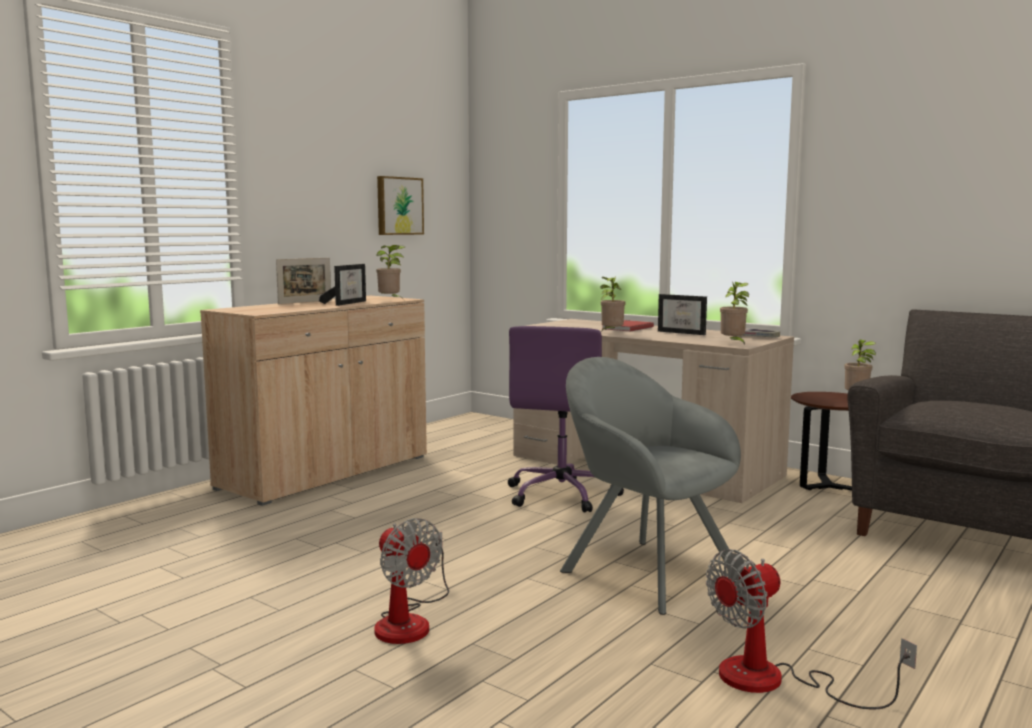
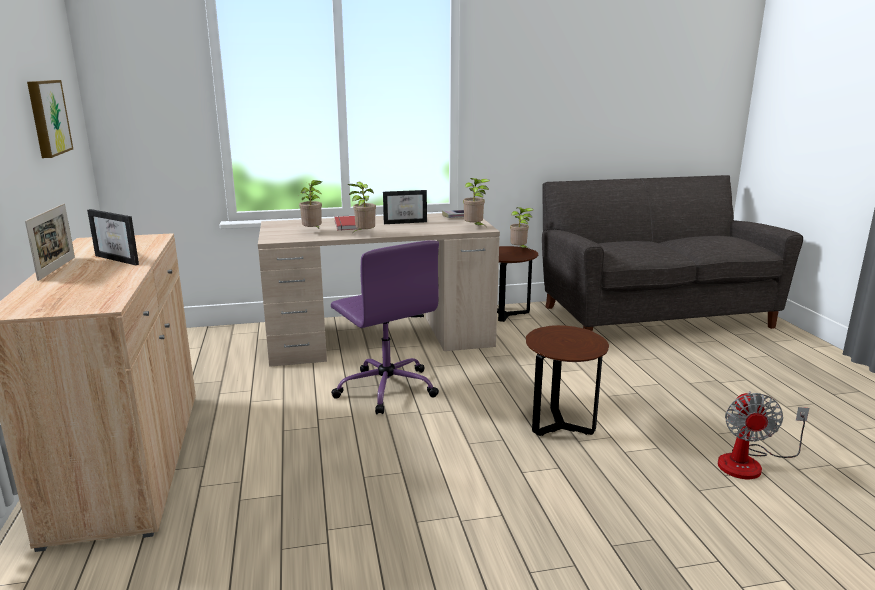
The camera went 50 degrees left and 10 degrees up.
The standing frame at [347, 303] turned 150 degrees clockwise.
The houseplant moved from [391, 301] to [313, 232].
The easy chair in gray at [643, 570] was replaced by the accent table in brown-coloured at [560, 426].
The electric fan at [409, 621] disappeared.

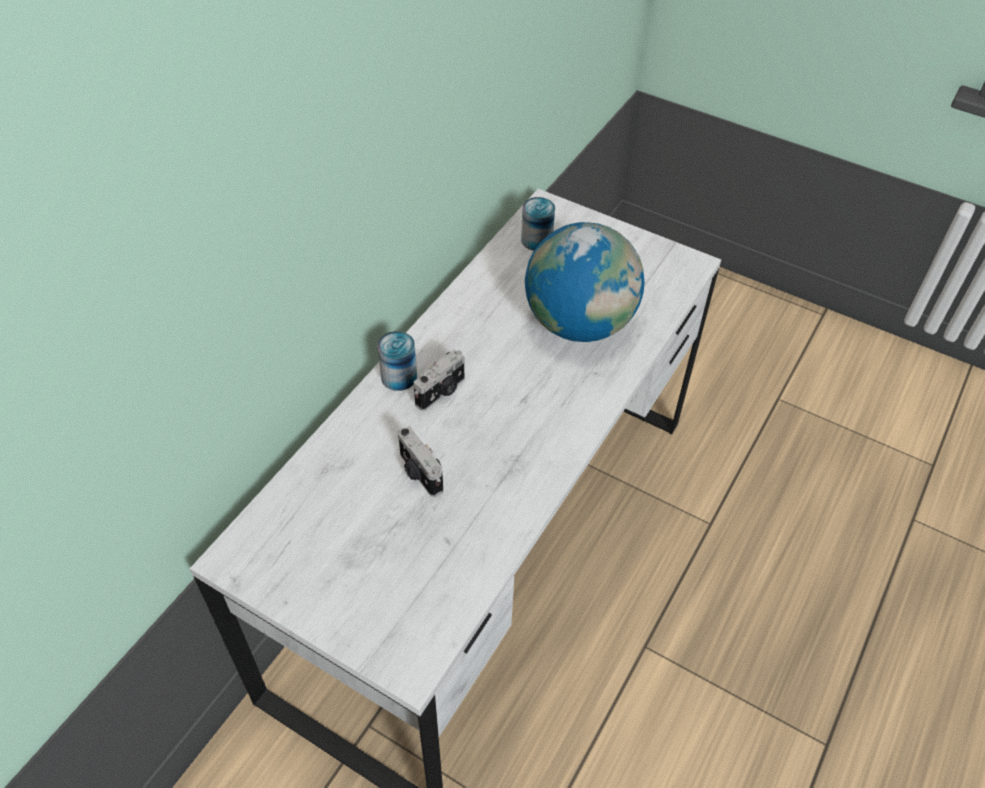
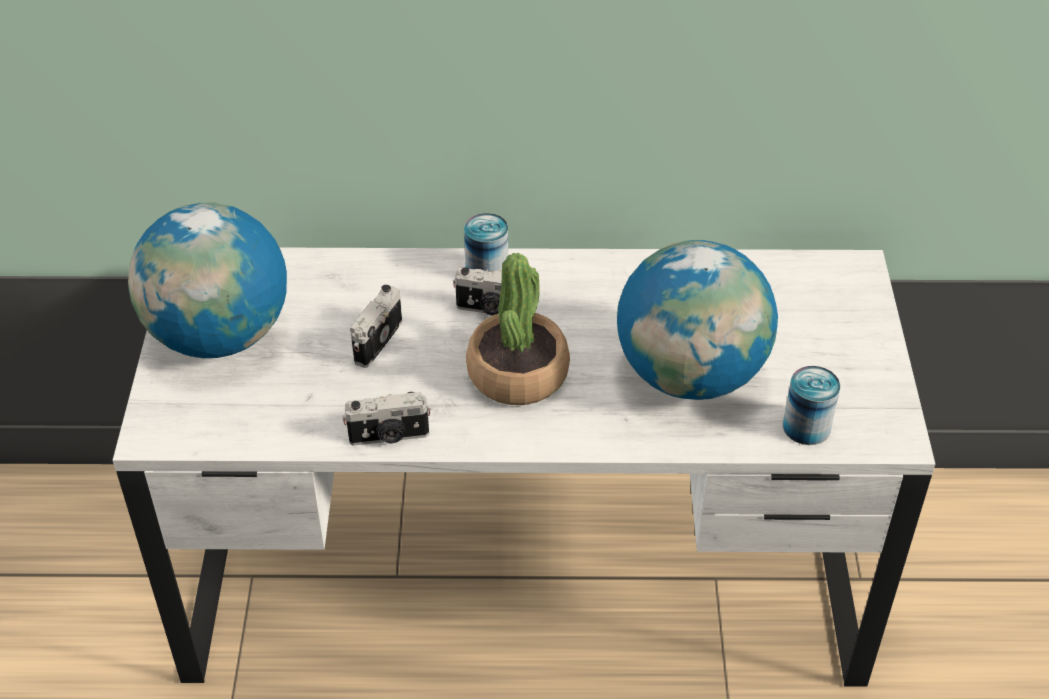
The camera went 60 degrees right and 5 degrees down.
The globe at [219, 336] appeared.
The still camera at [389, 437] appeared.
The houseplant at [518, 373] appeared.
The can moved from [536, 240] to [806, 427].

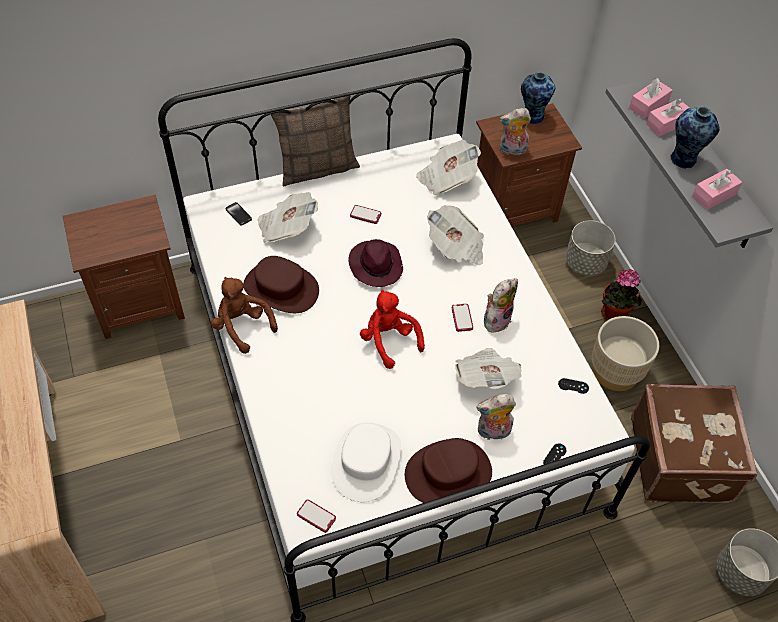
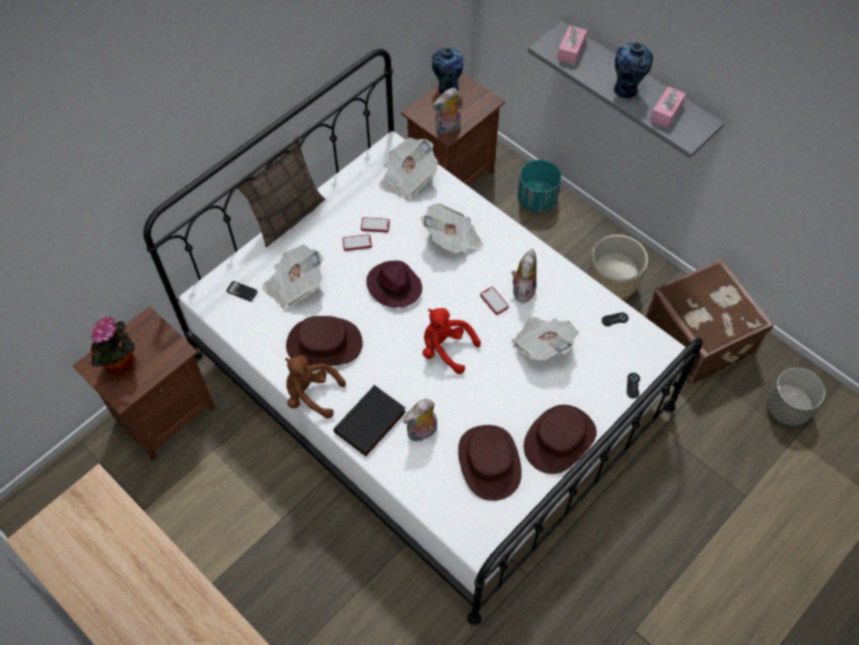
The camera went 25 degrees left and 5 degrees up.
The houseplant moved from [615, 315] to [122, 366].
The book in black-coloured at [371, 423] appeared.
The phone moved from [316, 516] to [375, 225].
The soft toy moved from [493, 432] to [422, 433].
The clothing hat in whitish at [366, 461] became the clothing hat in brown-coloured at [489, 462].
The plant pot in gray at [585, 263] became the plant pot in turquoise-coloured at [537, 199].
The tissue holder in pinkish at [667, 123] disappeared.

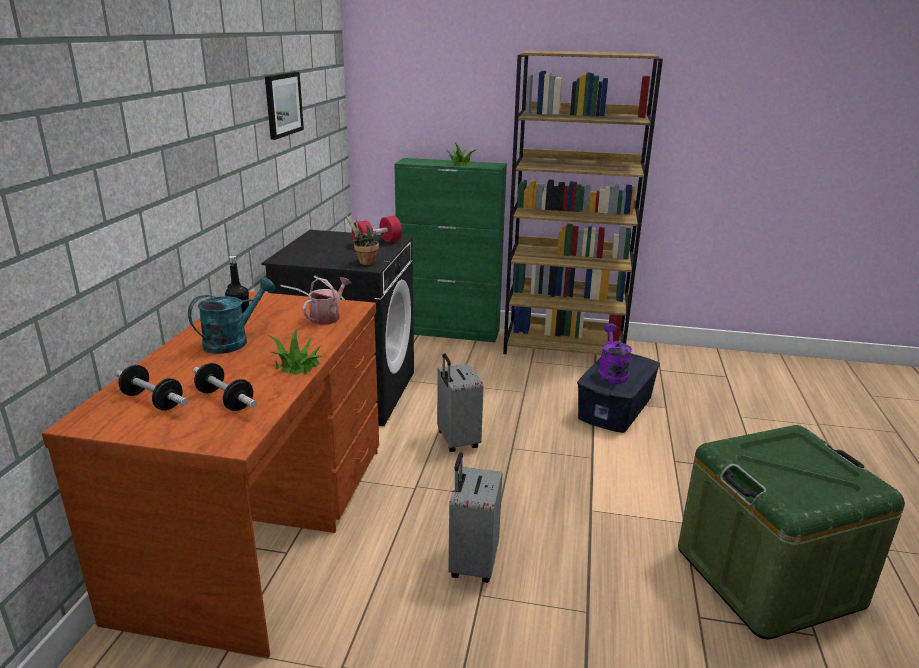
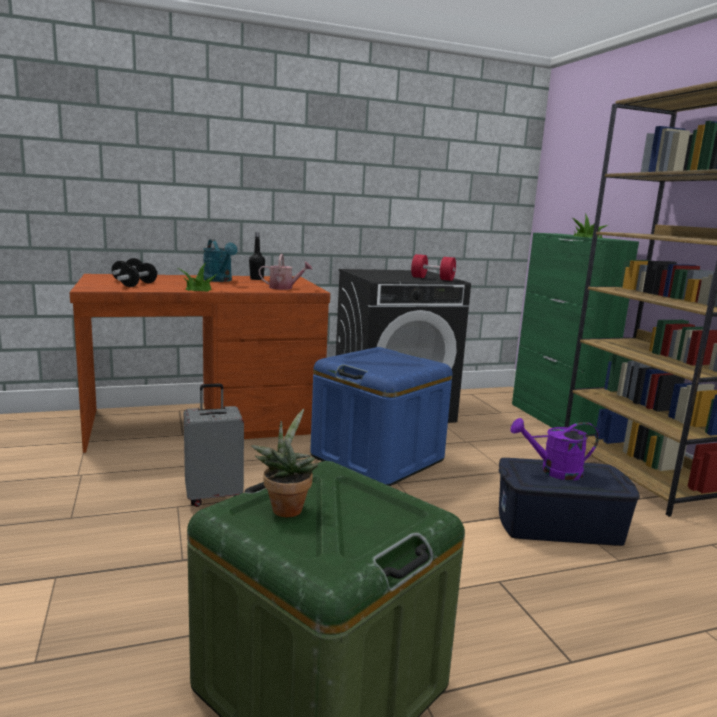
The camera went 60 degrees right and 10 degrees down.
The watering pot in turquoise-coloured at [233, 341] turned 45 degrees clockwise.
The houseplant moved from [364, 262] to [286, 507].
The piece of luggage in gray at [457, 441] was replaced by the storage box in bluish at [377, 458].
The watering pot in purple-coloured at [611, 373] turned 150 degrees counterclockwise.
The wall picture at [283, 104] disappeared.

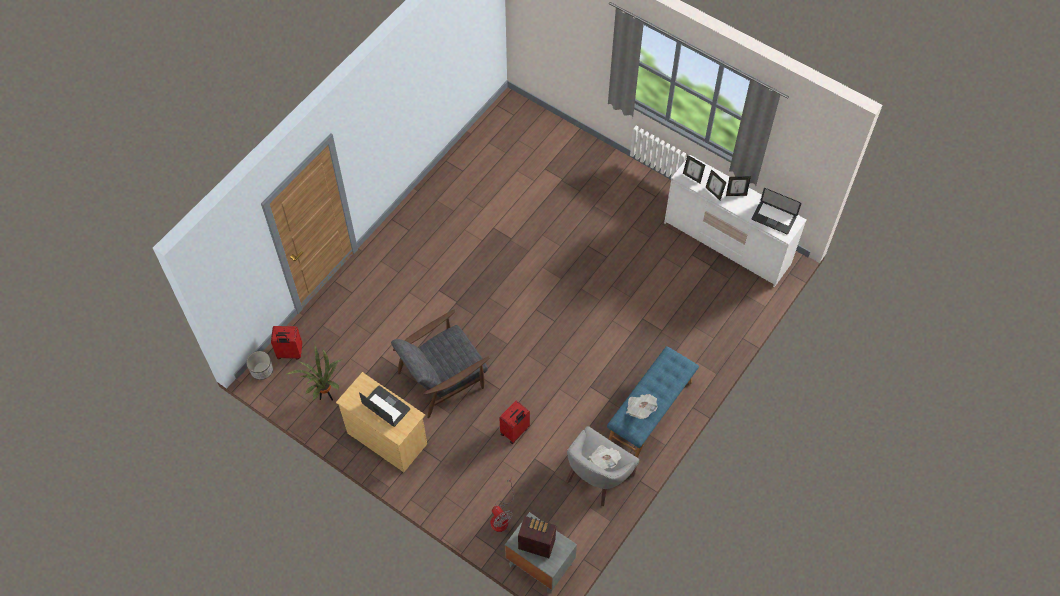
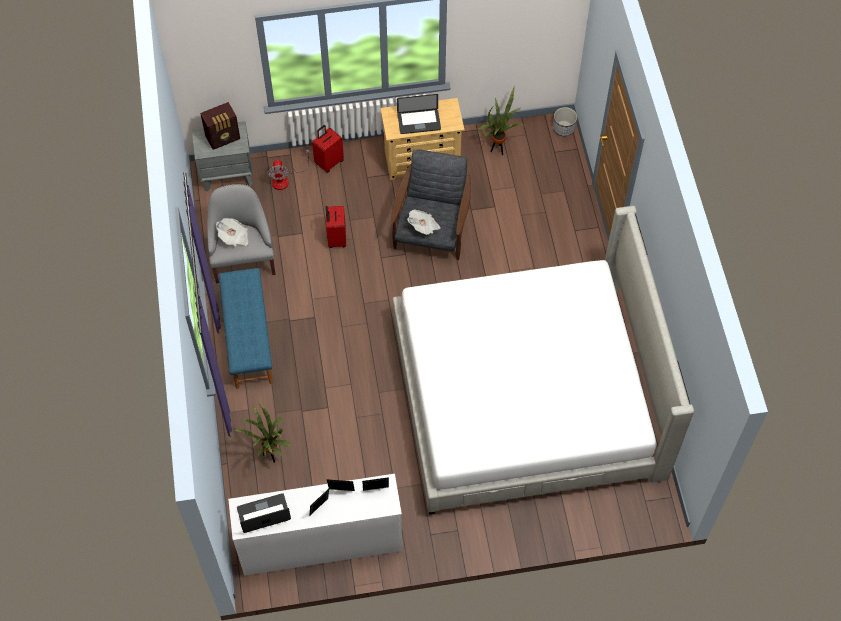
The camera went 135 degrees right and 0 degrees up.
The houseplant at [271, 456] appeared.
The electric fan at [501, 516] turned 105 degrees counterclockwise.
The piece of luggage in reddish moved from [289, 353] to [329, 162].
The sleeping bed at [526, 397] appeared.
The daily paper moved from [640, 409] to [424, 227].

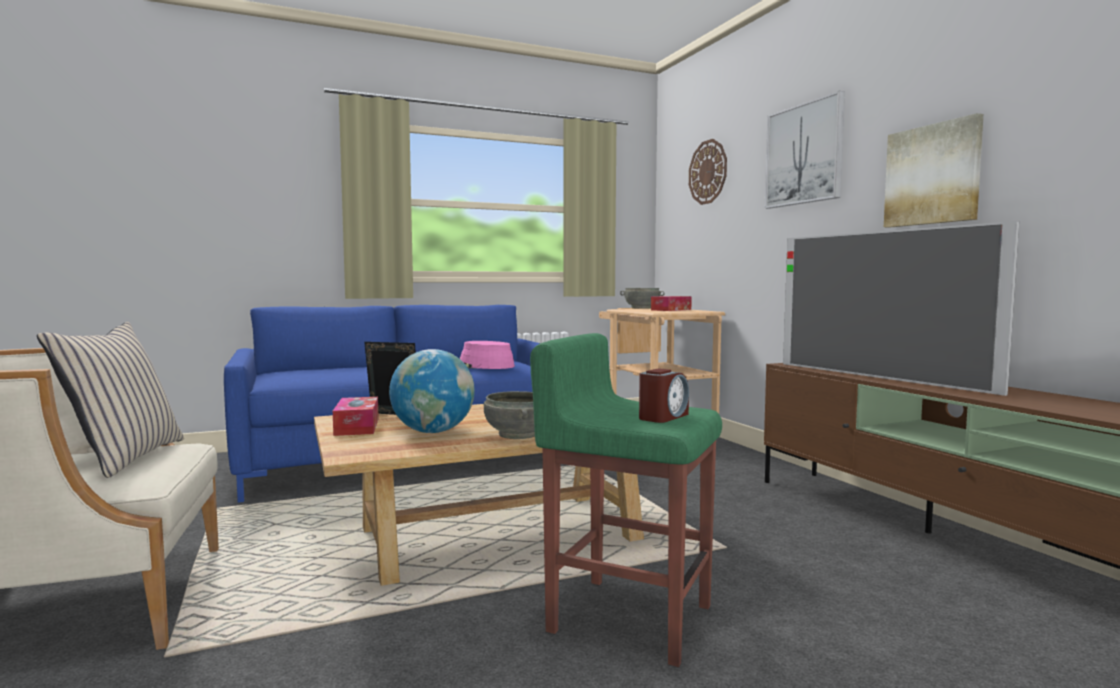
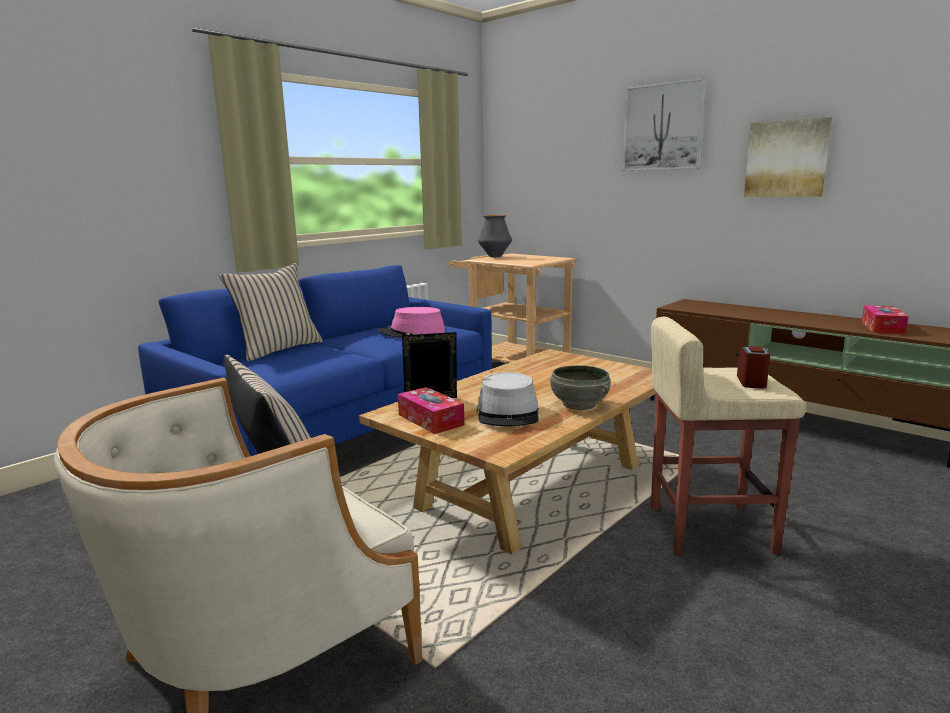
The camera went 25 degrees left and 10 degrees up.
The pillow in beige at [277, 349] appeared.
The globe at [433, 432] was replaced by the clothing hat in gray at [508, 413].
The serving bowl in gray at [641, 308] was replaced by the decorative vase at [494, 256].
The stool seat in green at [628, 617] became the stool seat in beige at [708, 528].
The tissue holder moved from [671, 310] to [882, 327].
The hanging clock at [708, 172] disappeared.
The TV set at [876, 377] disappeared.

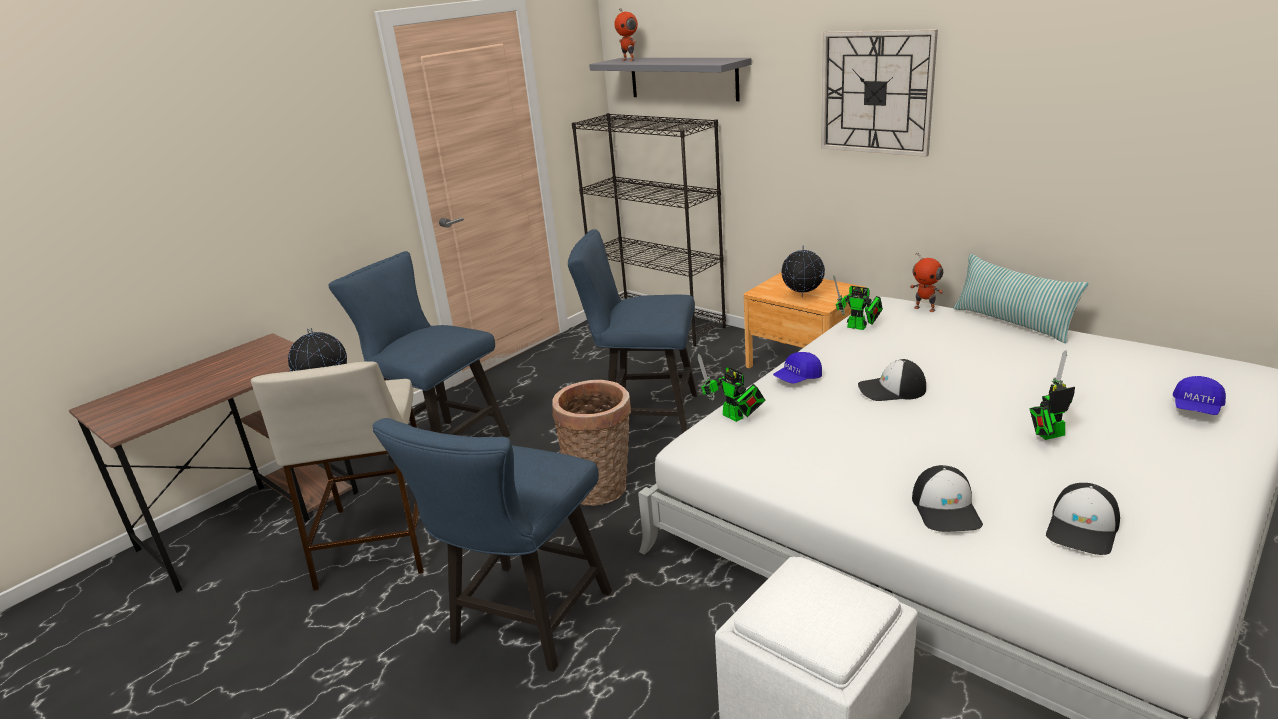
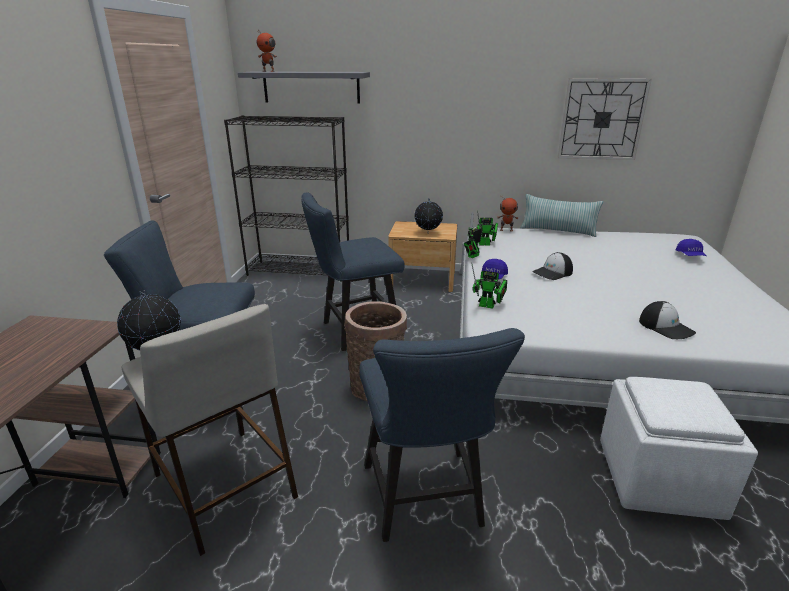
The camera went 35 degrees left and 0 degrees up.
The robot figure moved from [1048, 435] to [472, 256].
The hanging clock moved from [876, 92] to [602, 119].
The baseball cap at [1083, 529] disappeared.

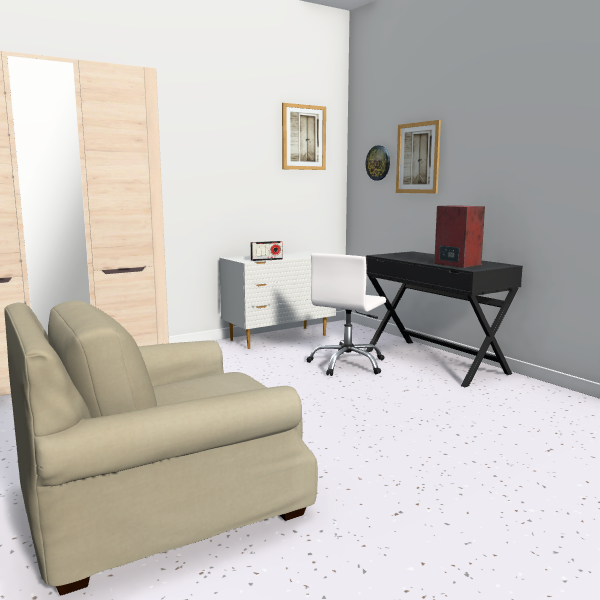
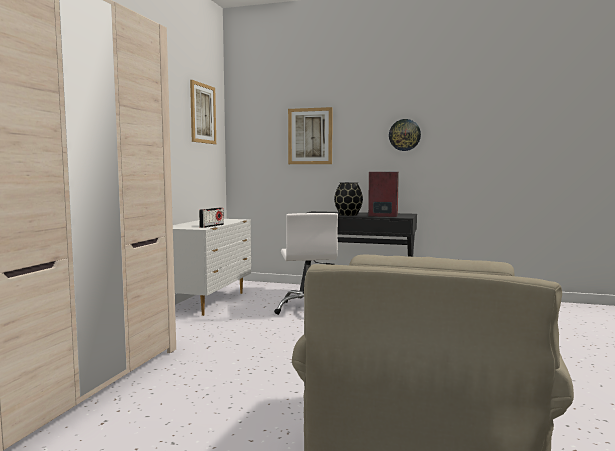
The camera went 40 degrees left and 5 degrees down.
The decorative vase in black-coloured at [348, 214] appeared.
The hanging clock moved from [378, 163] to [404, 135].

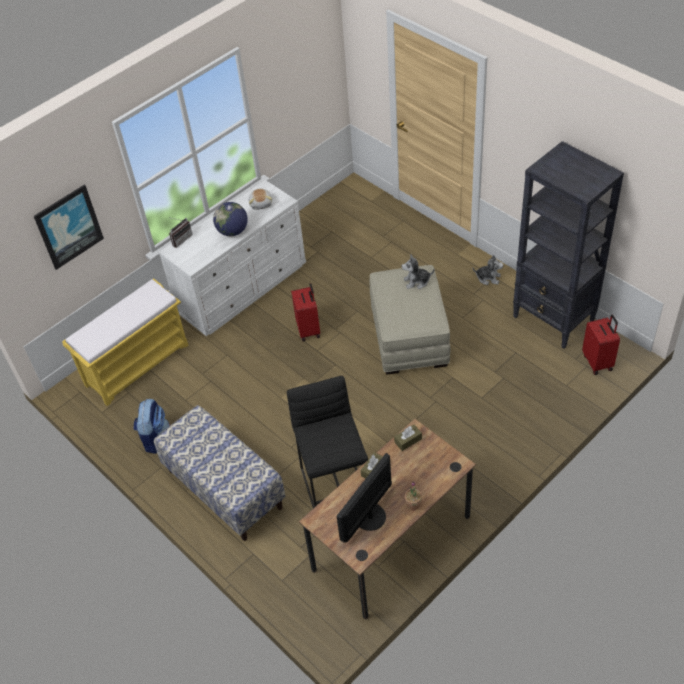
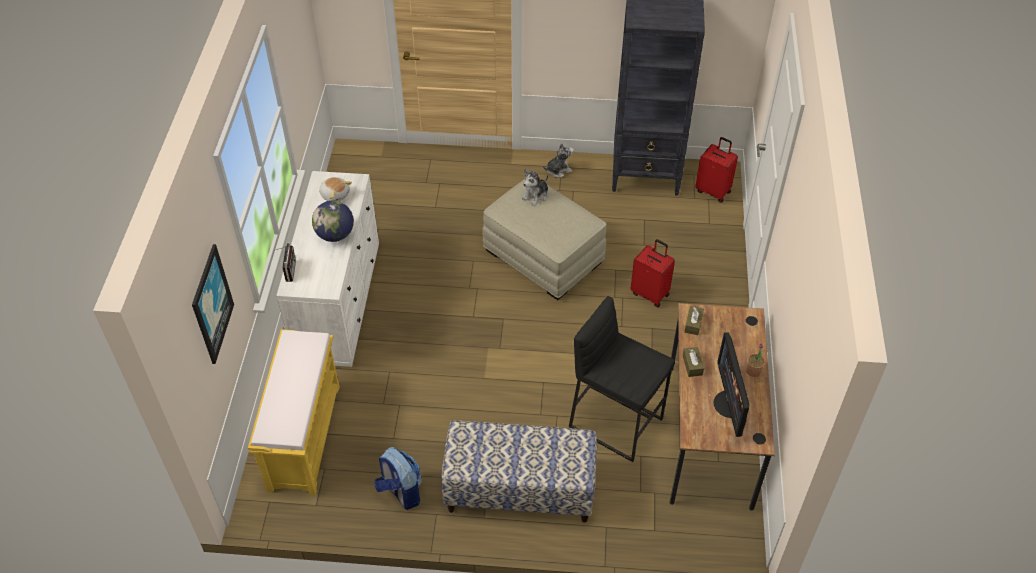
The camera went 45 degrees left and 0 degrees up.
The piece of luggage in reddish moved from [309, 329] to [650, 293].

